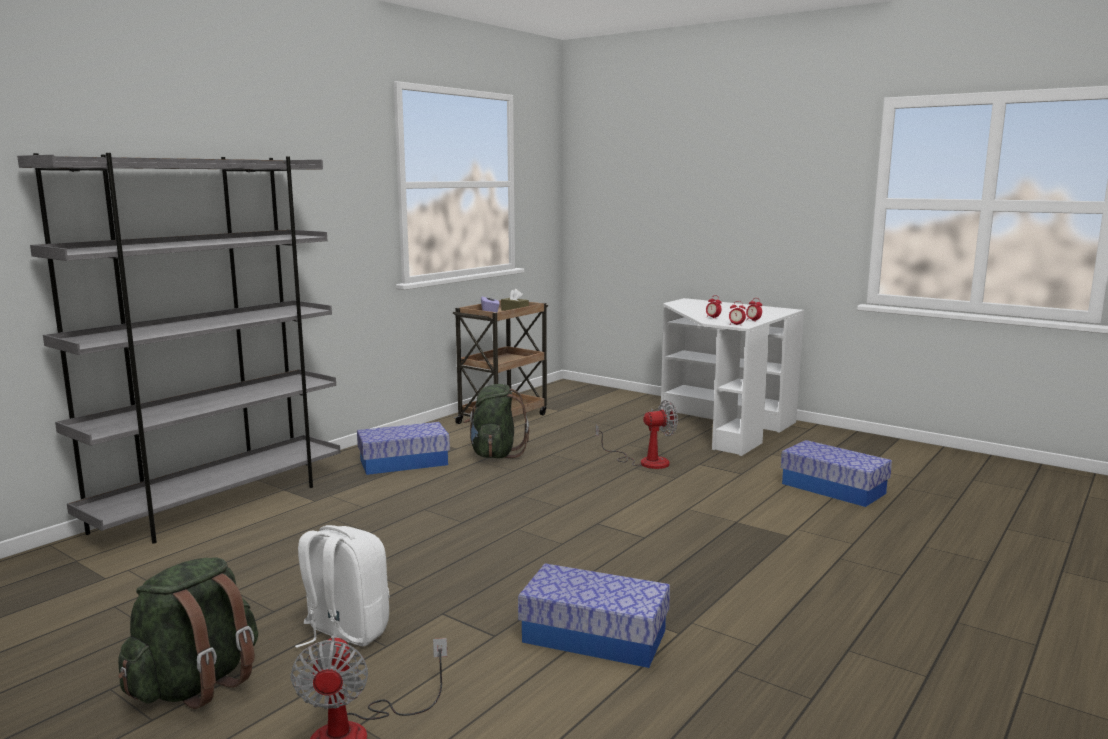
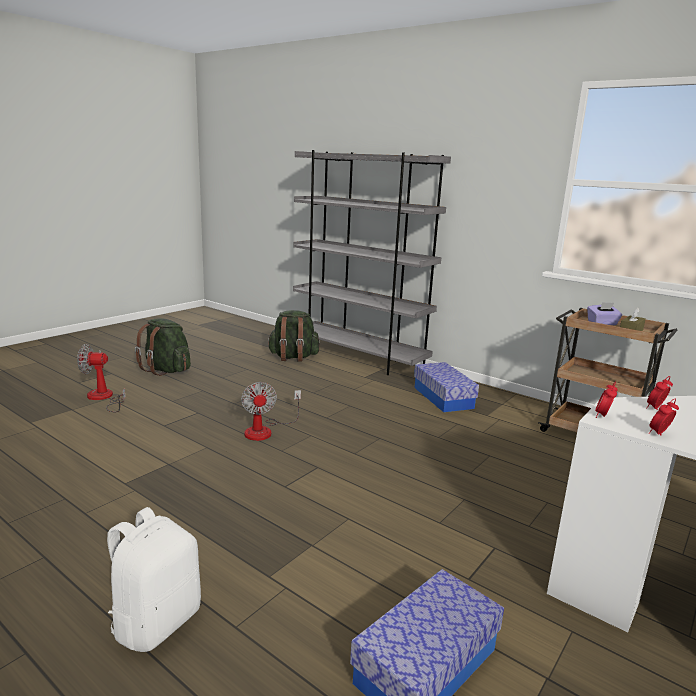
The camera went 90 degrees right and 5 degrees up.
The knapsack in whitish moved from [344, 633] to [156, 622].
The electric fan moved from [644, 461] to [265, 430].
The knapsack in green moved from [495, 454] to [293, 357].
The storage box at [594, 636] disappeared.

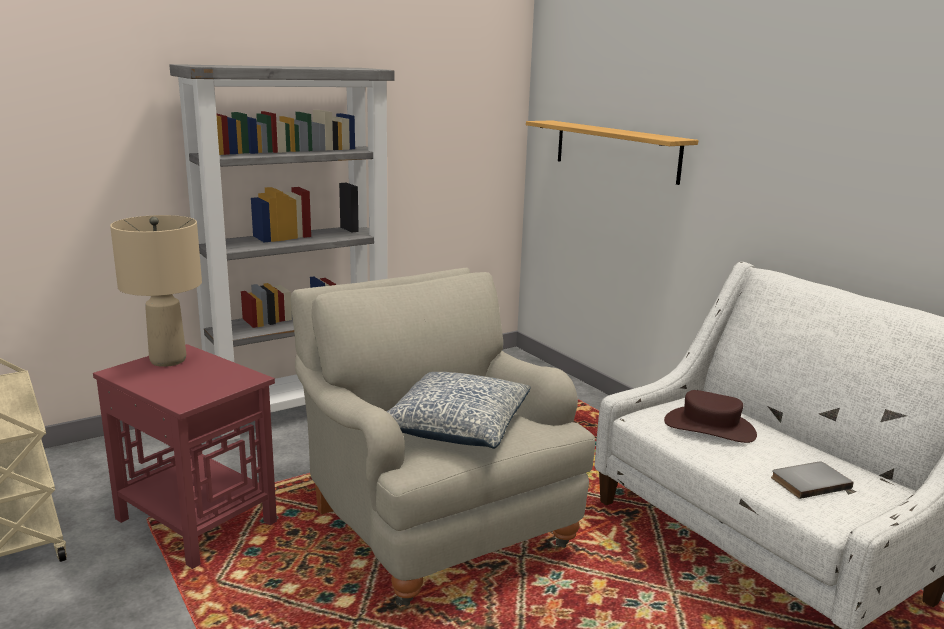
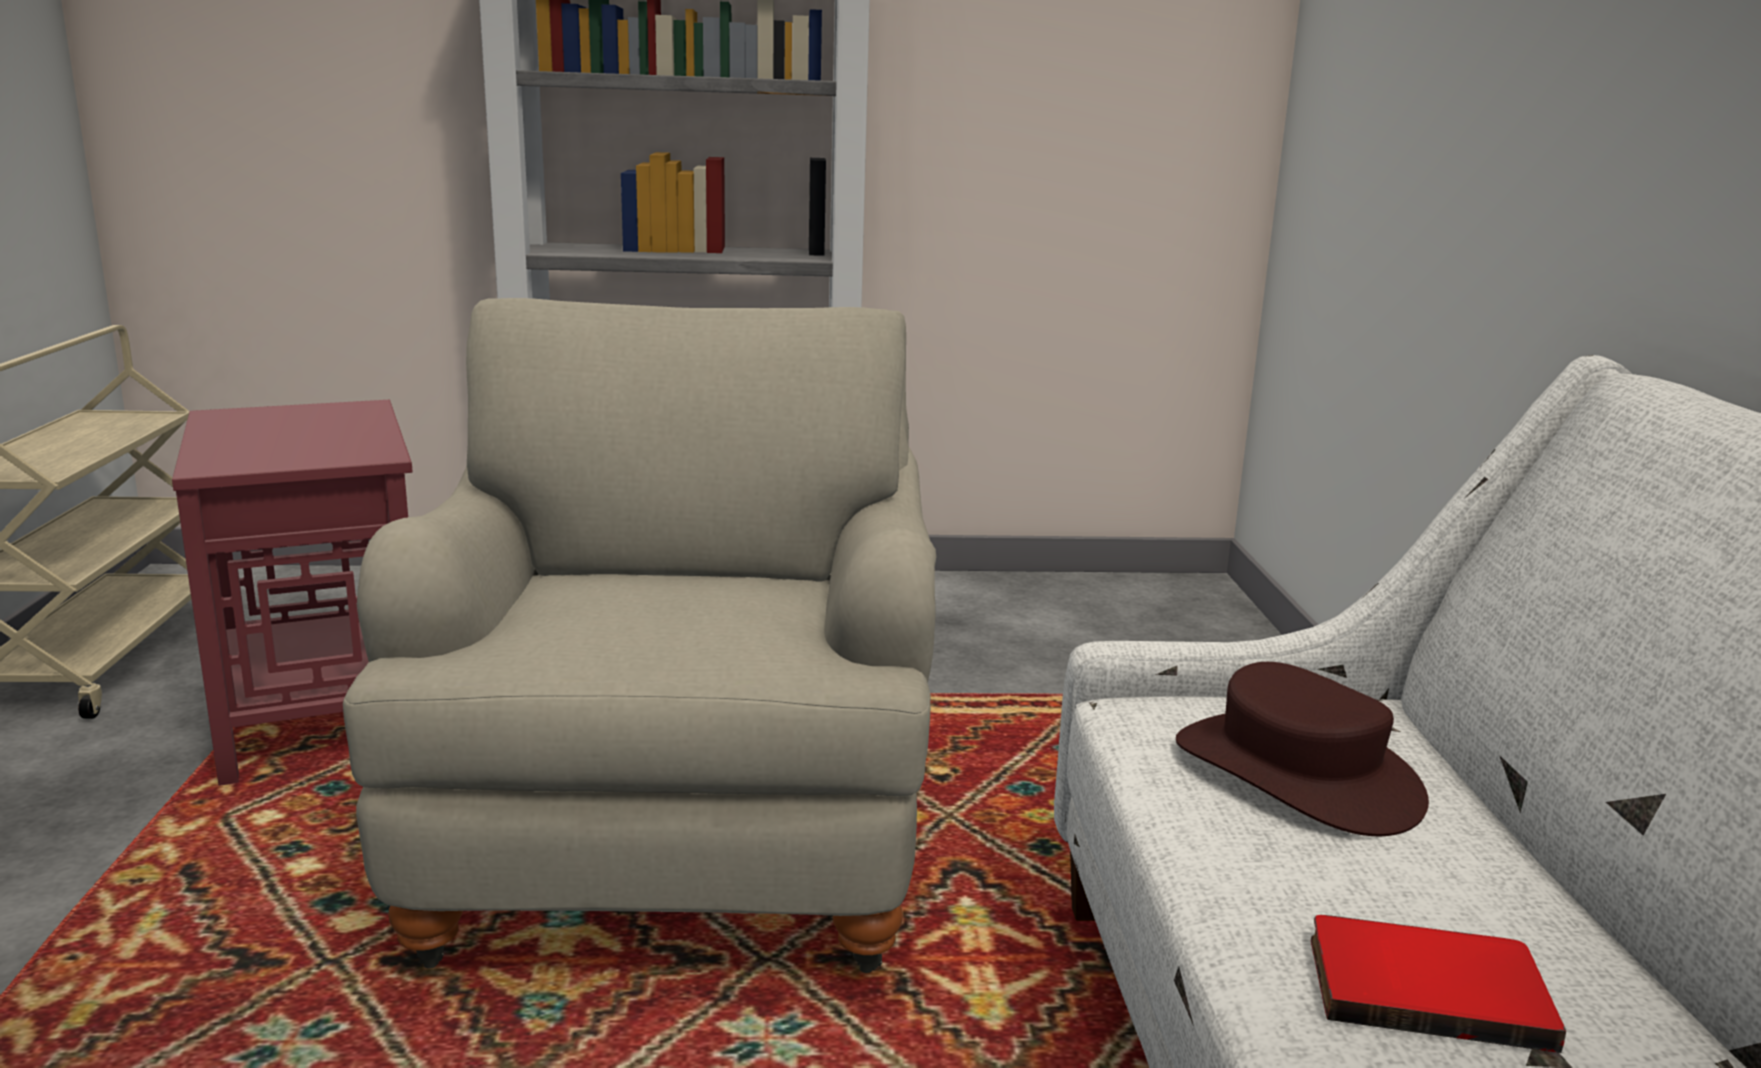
The camera went 30 degrees right and 0 degrees up.
The book in gray at [808, 481] became the book in reddish at [1425, 985].
The tabletop lamp in beige at [167, 360] disappeared.
The pillow at [455, 426] disappeared.
The shelf at [615, 150] disappeared.

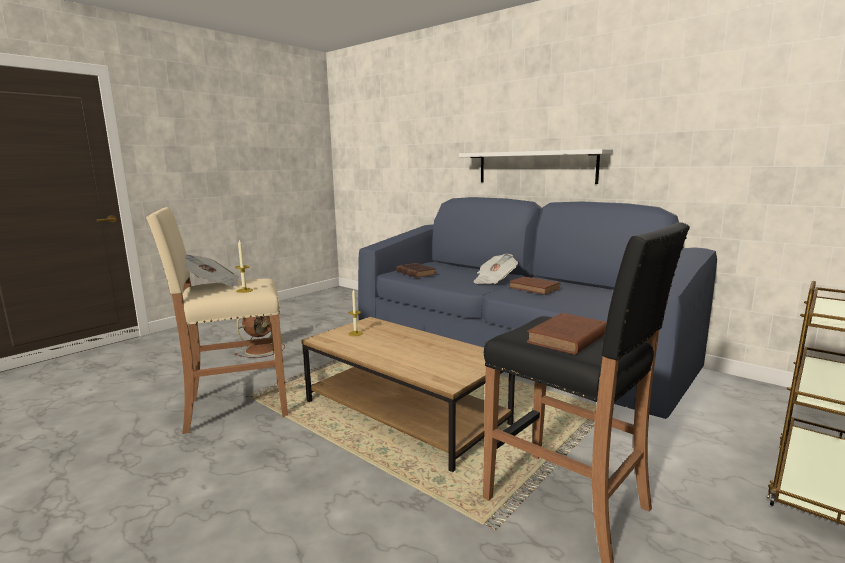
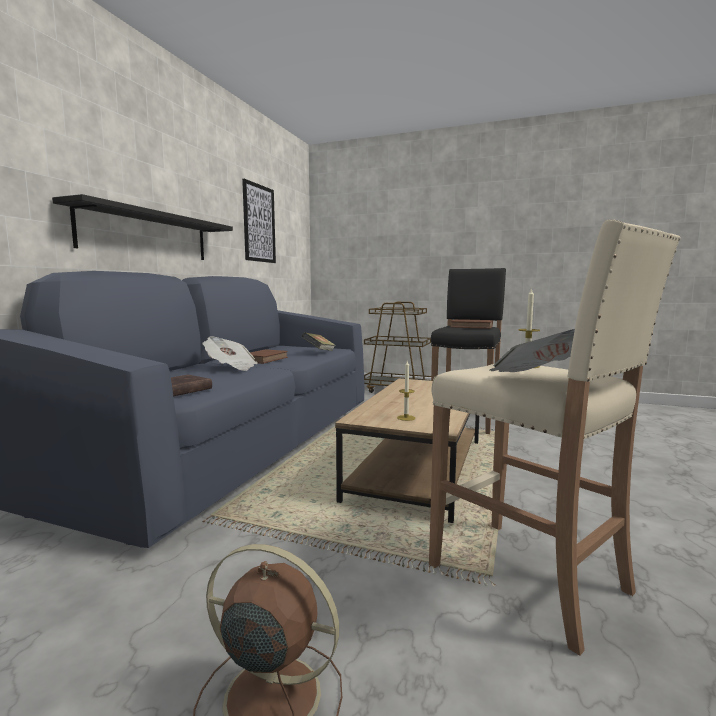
The camera went 110 degrees left and 5 degrees down.
The shelf in whitish at [535, 167] became the shelf in black-coloured at [147, 235].
The wall picture at [259, 223] appeared.
The book at [319, 352] appeared.

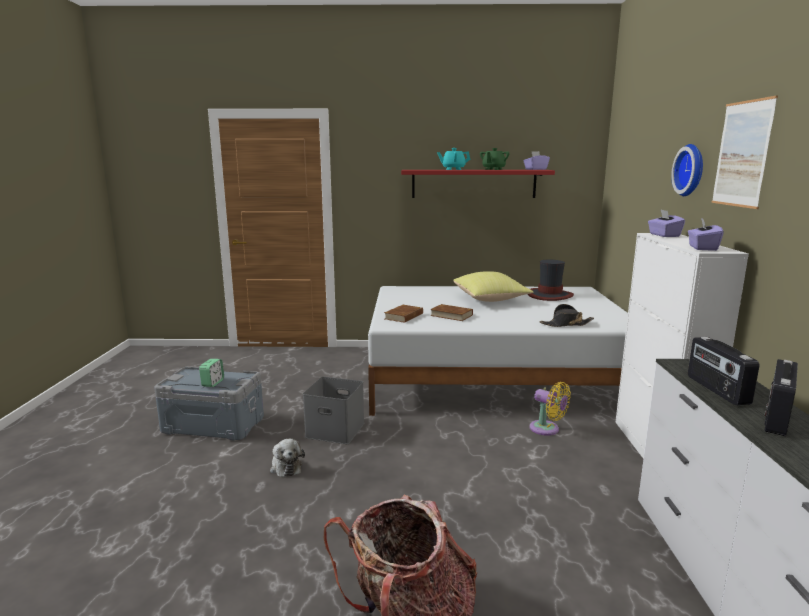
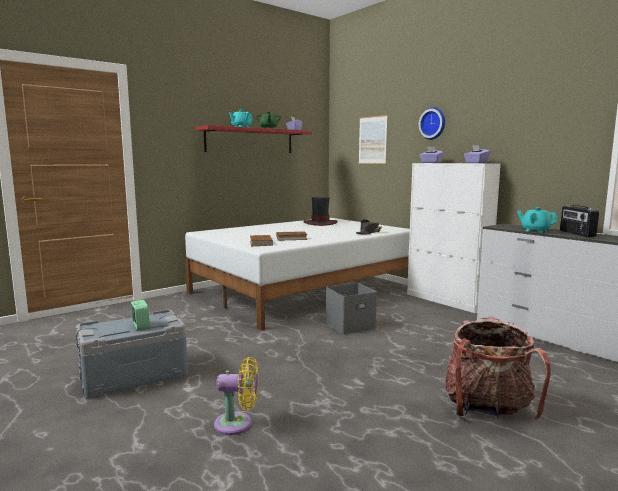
The camera went 40 degrees left and 5 degrees down.
The electric fan in yellow-coloured moved from [547, 429] to [237, 424].
The storage box in gray moved from [334, 430] to [350, 326].
The wall picture moved from [742, 154] to [372, 140].
The radio receiver at [716, 390] was replaced by the tea pot in turquoise-coloured at [535, 230].
The soft toy at [285, 466] disappeared.
The pillow in yellow-coloured at [491, 300] disappeared.

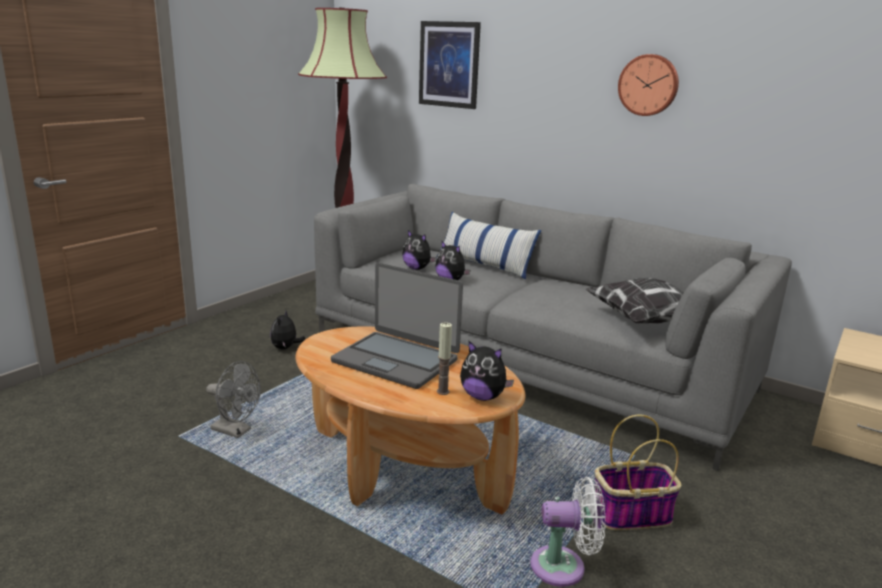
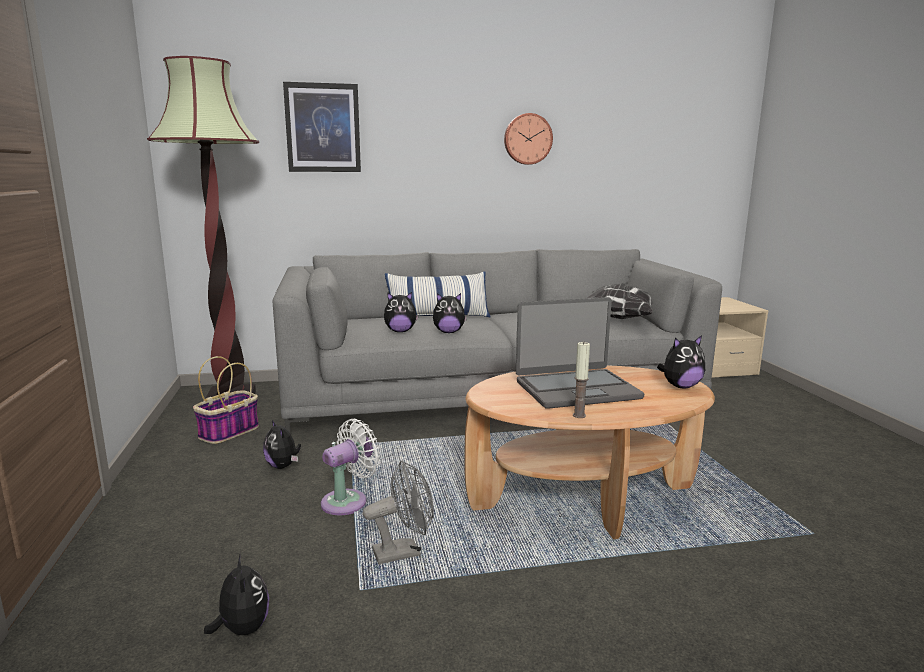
The camera went 45 degrees left and 5 degrees down.
The basket moved from [631, 515] to [229, 432].
The soft toy at [242, 628] appeared.
The electric fan in whitish moved from [563, 567] to [348, 501].
The wax candle moved from [443, 391] to [579, 415].

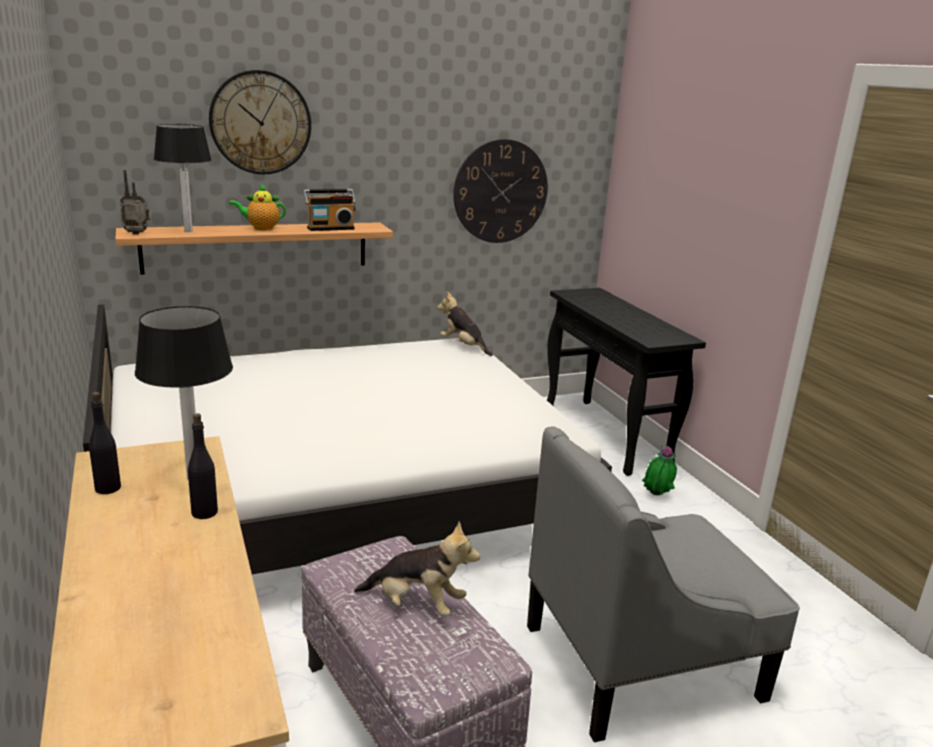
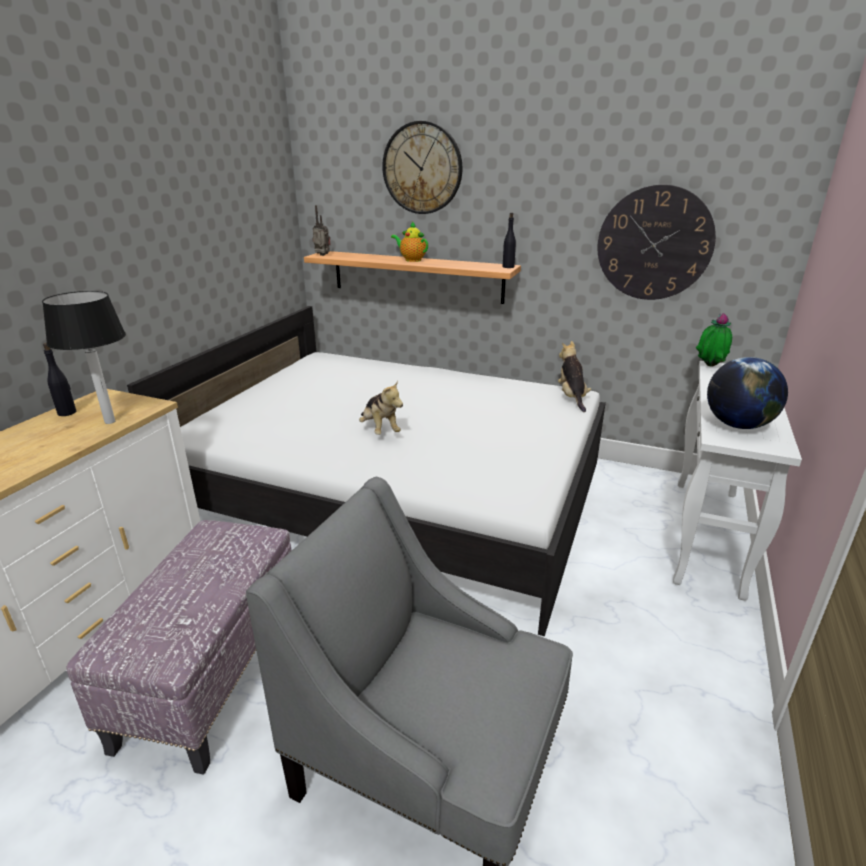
The camera went 45 degrees right and 5 degrees up.
The soft toy moved from [416, 604] to [380, 430].
The bottle in black-coloured moved from [204, 512] to [508, 267].
The console table in black-coloured at [606, 436] became the console table in whitish at [707, 535].
The houseplant moved from [656, 496] to [709, 367].
The globe at [738, 425] appeared.
The tabletop lamp at [189, 231] disappeared.
The radio receiver at [330, 228] disappeared.

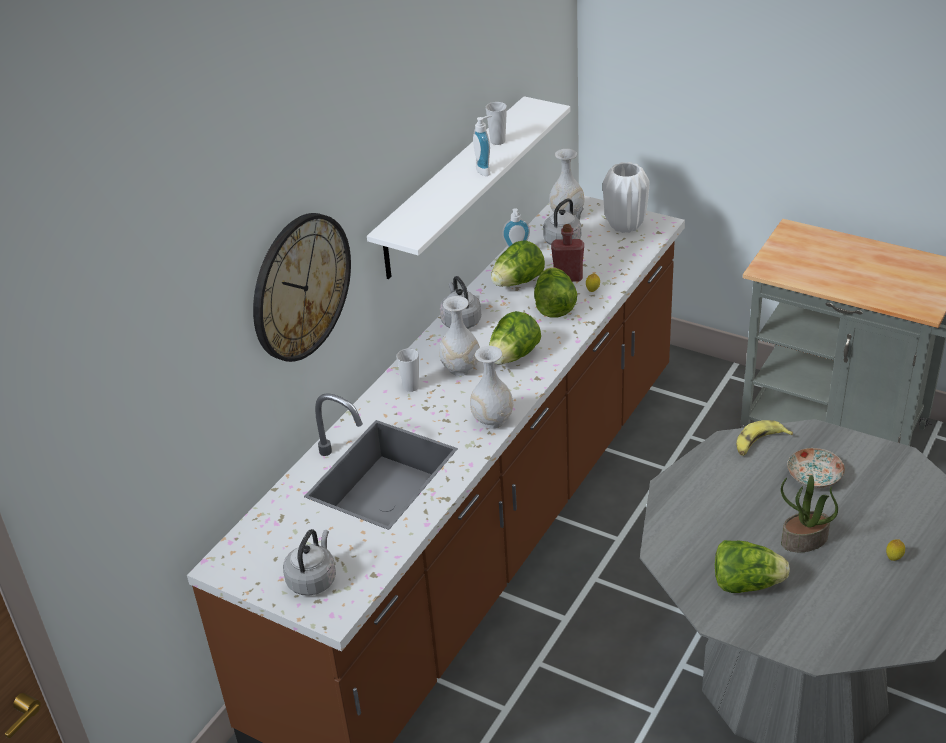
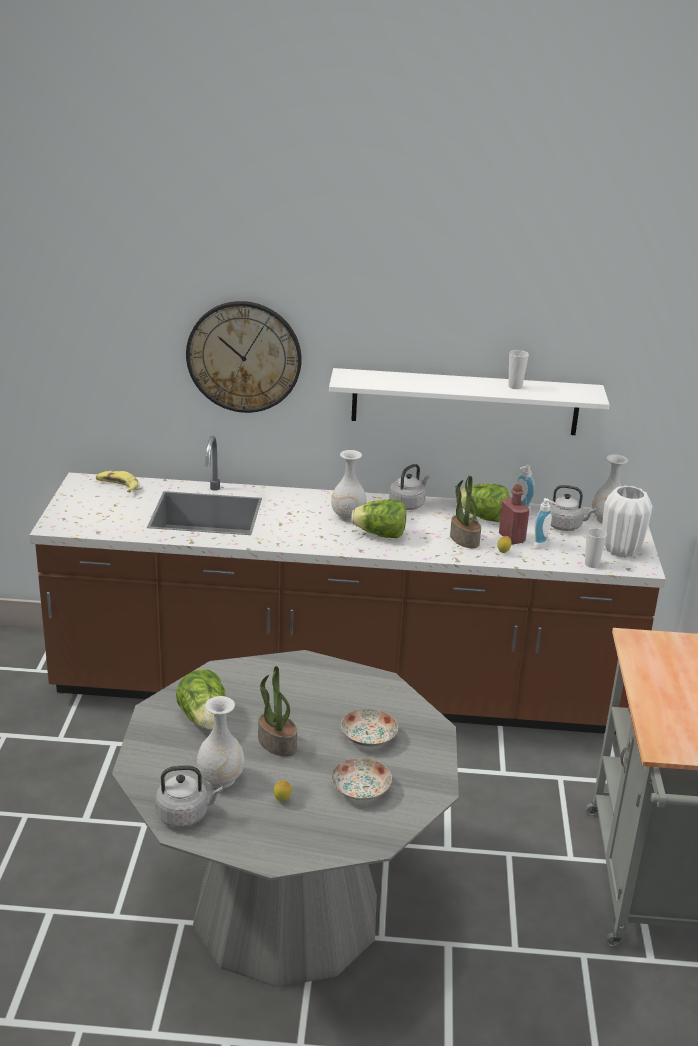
The camera went 60 degrees right and 10 degrees down.
The banana moved from [759, 443] to [117, 486].
The water kettle in gray moved from [313, 579] to [185, 814].
The decorative vase in whitish moved from [492, 419] to [221, 779].
The plate at [360, 789] appeared.
The head of lettuce at [554, 306] was replaced by the houseplant at [463, 539].
The liquid soap bottle moved from [485, 170] to [542, 546].
The small cup moved from [411, 387] to [591, 564].

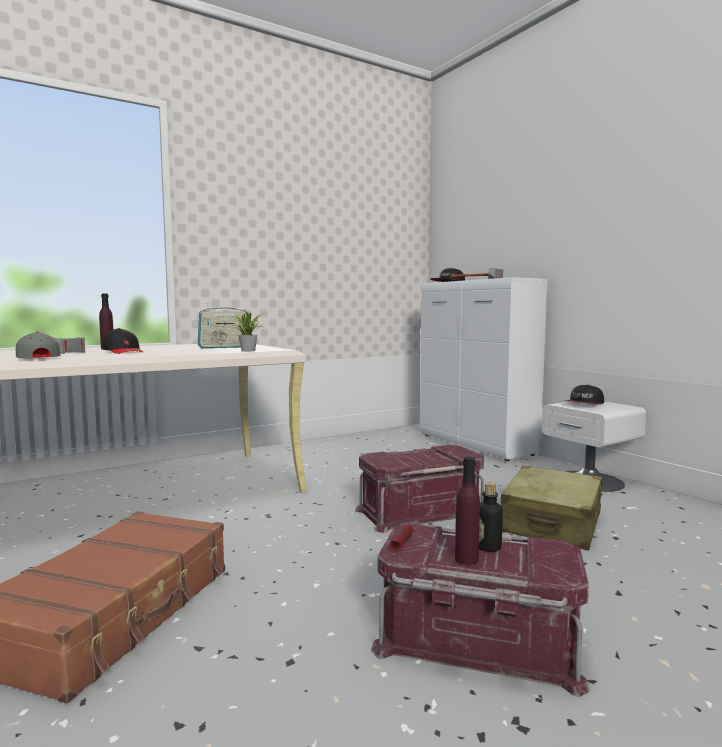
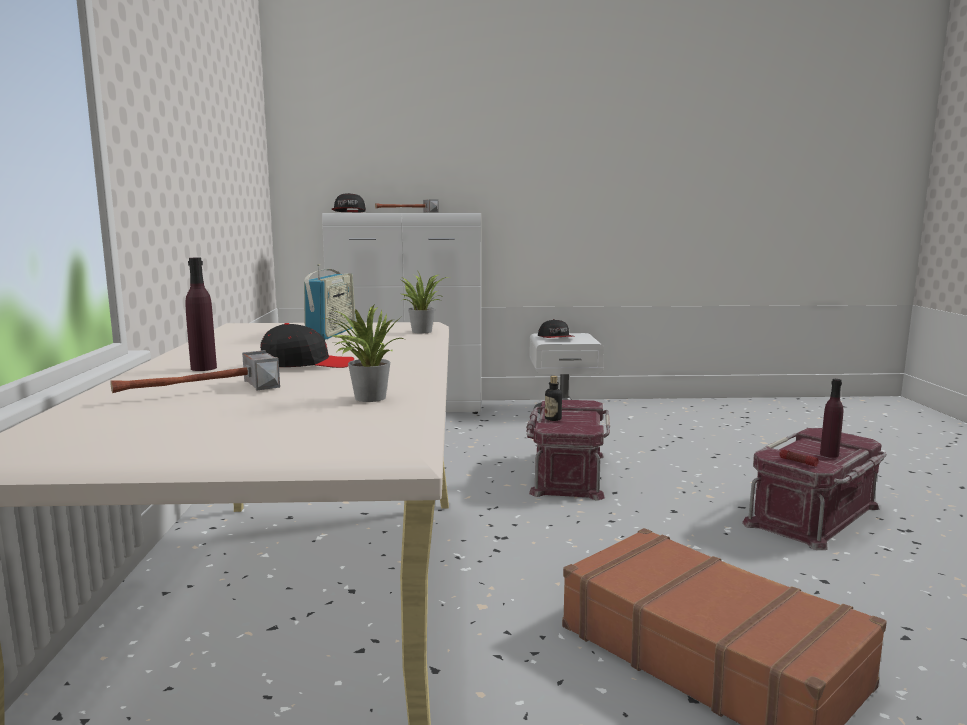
The camera went 60 degrees left and 5 degrees up.
The baseball cap in gray at [37, 358] was replaced by the houseplant at [365, 398].
The bottle moved from [488, 547] to [553, 419].
The piece of luggage in beige at [552, 523] disappeared.

